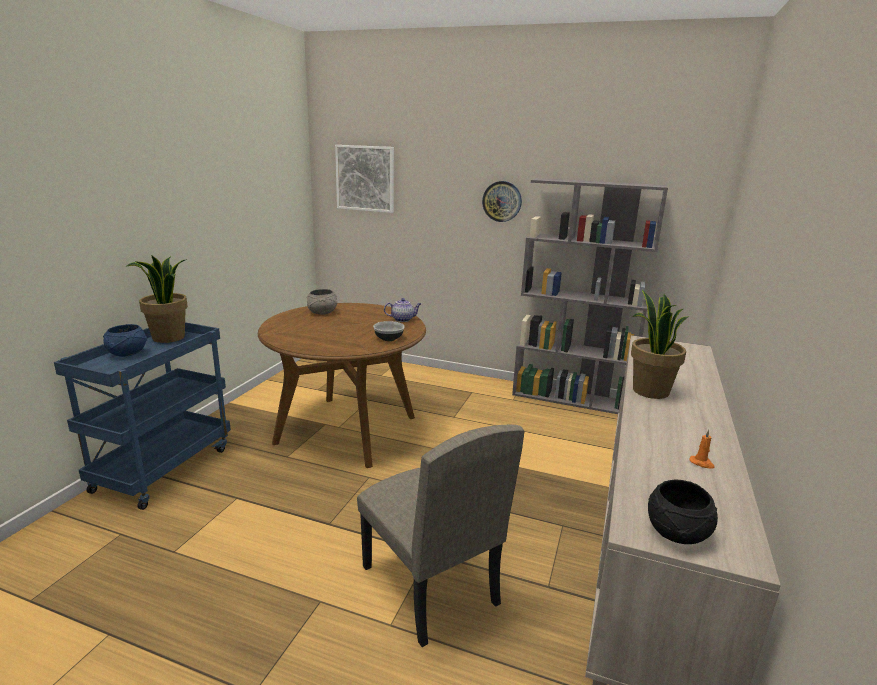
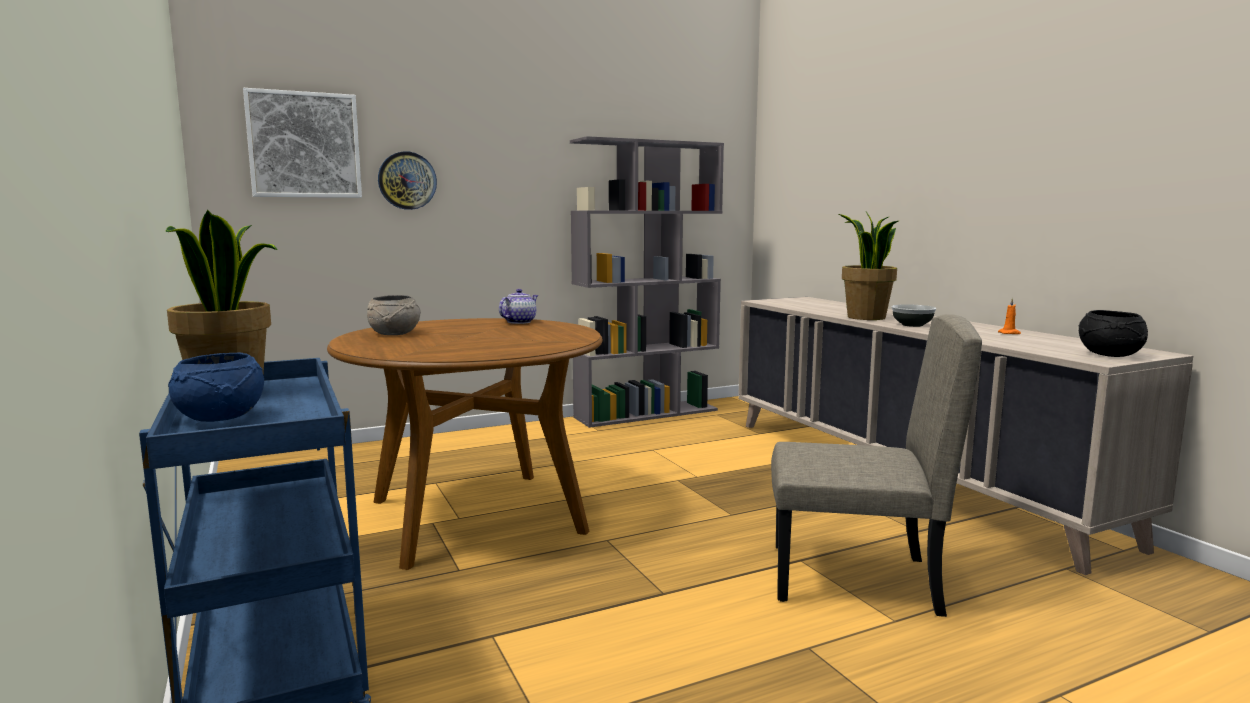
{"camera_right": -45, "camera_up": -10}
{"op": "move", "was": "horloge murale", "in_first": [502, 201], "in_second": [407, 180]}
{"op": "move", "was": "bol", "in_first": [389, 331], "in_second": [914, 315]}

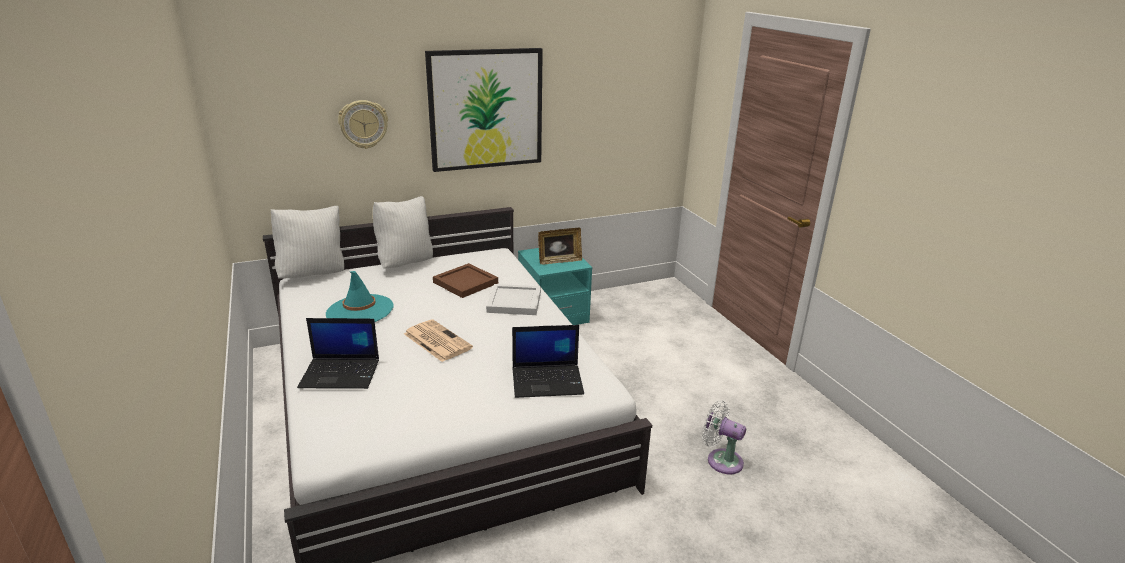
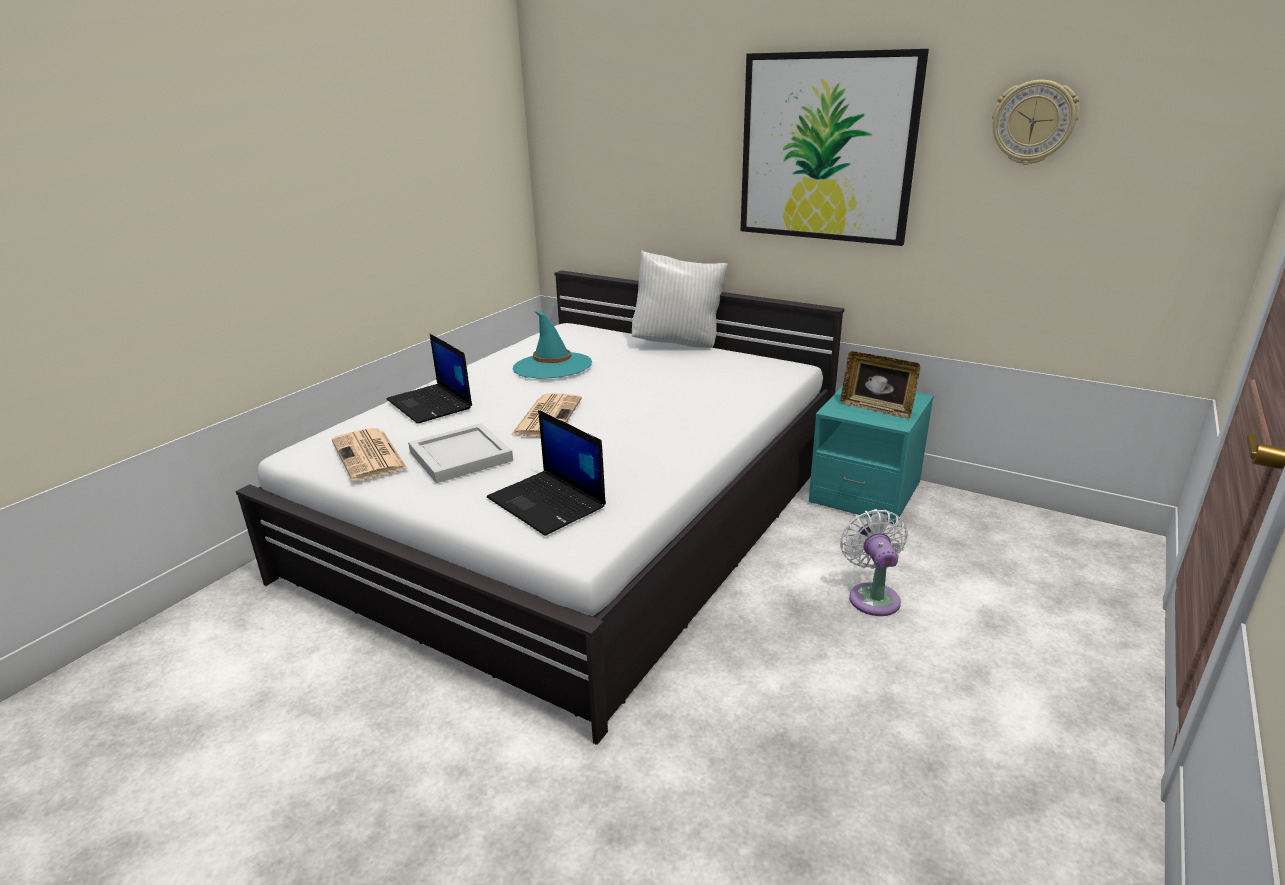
{"camera_right": 55, "camera_up": 0}
{"op": "move", "was": "horloge murale", "in_first": [363, 124], "in_second": [1036, 122]}
{"op": "delete", "was": "coussin [blanc]", "in_first": [307, 242]}
{"op": "delete", "was": "plateau [marron]", "in_first": [465, 280]}
{"op": "move", "was": "plateau [blanc]", "in_first": [513, 299], "in_second": [460, 453]}
{"op": "move", "was": "ventilateur [blanc]", "in_first": [724, 437], "in_second": [874, 562]}
{"op": "insert", "now": "journal", "in_second": [370, 454]}

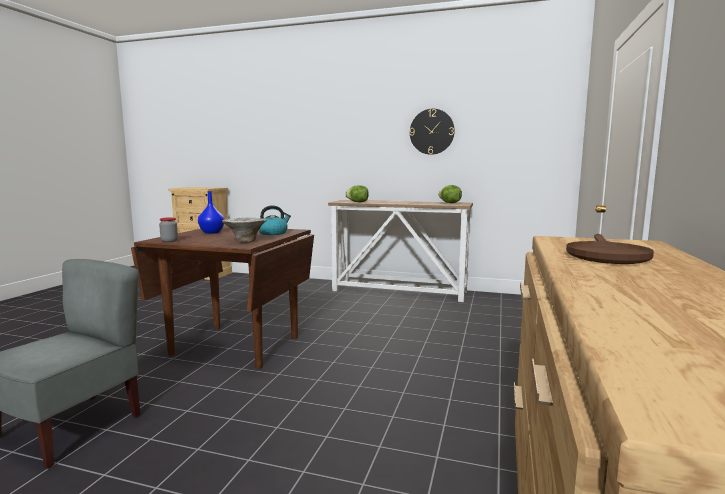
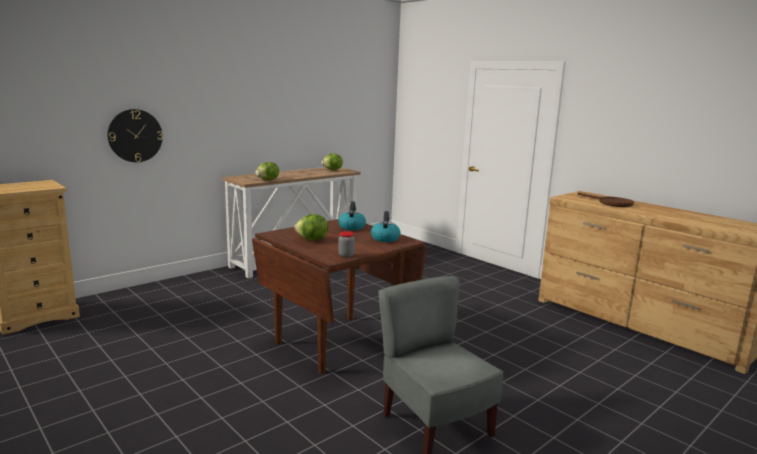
{"camera_right": -60, "camera_up": 5}
{"op": "move", "was": "horloge murale", "in_first": [432, 132], "in_second": [135, 135]}
{"op": "replace", "was": "vase [bleu]", "now": "laitue", "in_first": [211, 212], "in_second": [311, 227]}
{"op": "replace", "was": "bol", "now": "bouilloire", "in_first": [244, 230], "in_second": [385, 226]}

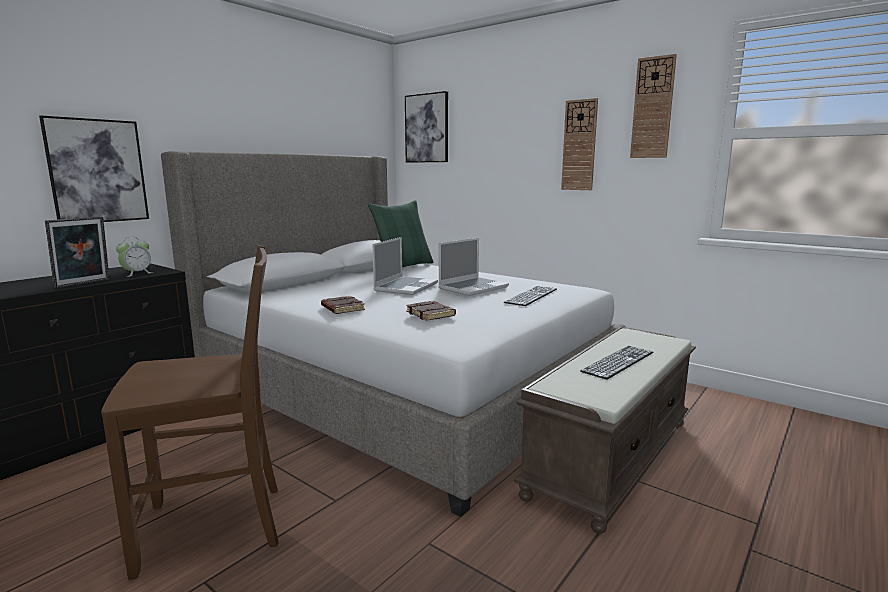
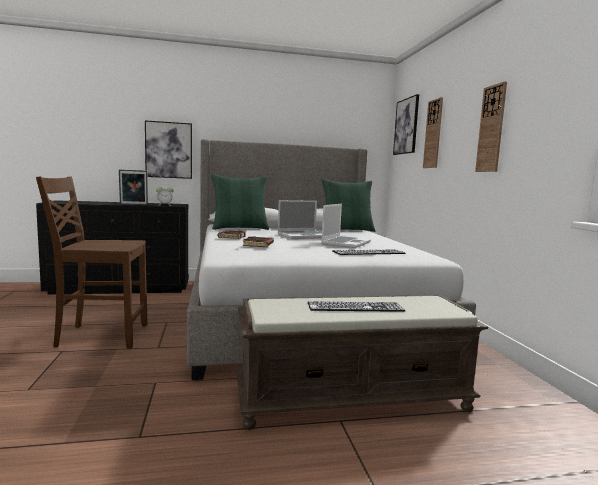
{"camera_right": 40, "camera_up": -5}
{"op": "move", "was": "horloge murale", "in_first": [653, 106], "in_second": [433, 132]}
{"op": "rotate", "was": "ordinateur portable", "in_first": [473, 267], "in_second": [346, 226], "clockwise": -60}
{"op": "rotate", "was": "chaise [marron]", "in_first": [190, 413], "in_second": [91, 262], "clockwise": 150}
{"op": "insert", "now": "coussin [vert]", "in_second": [240, 202]}

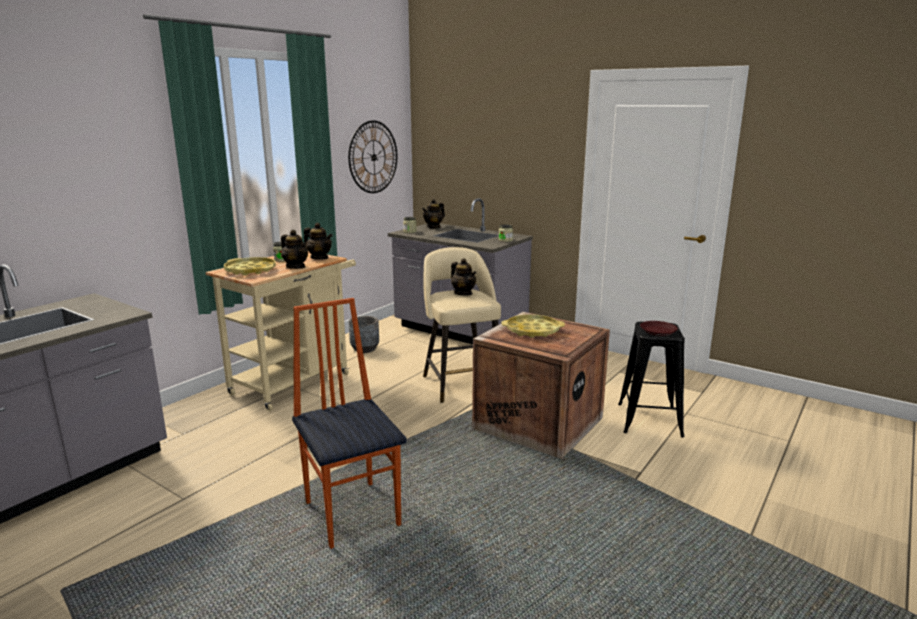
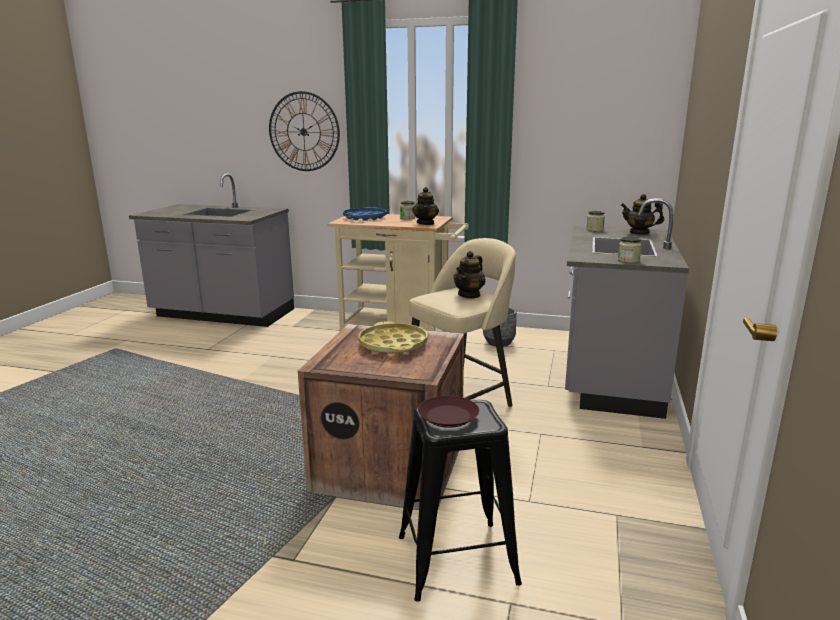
{"camera_right": 70, "camera_up": 0}
{"op": "move", "was": "horloge murale", "in_first": [372, 156], "in_second": [304, 131]}
{"op": "delete", "was": "théière", "in_first": [294, 249]}
{"op": "recolor", "was": "plateau [jaune]", "now": "plateau [bleu]", "in_first": [250, 266], "in_second": [365, 214]}
{"op": "delete", "was": "chaise", "in_first": [349, 423]}

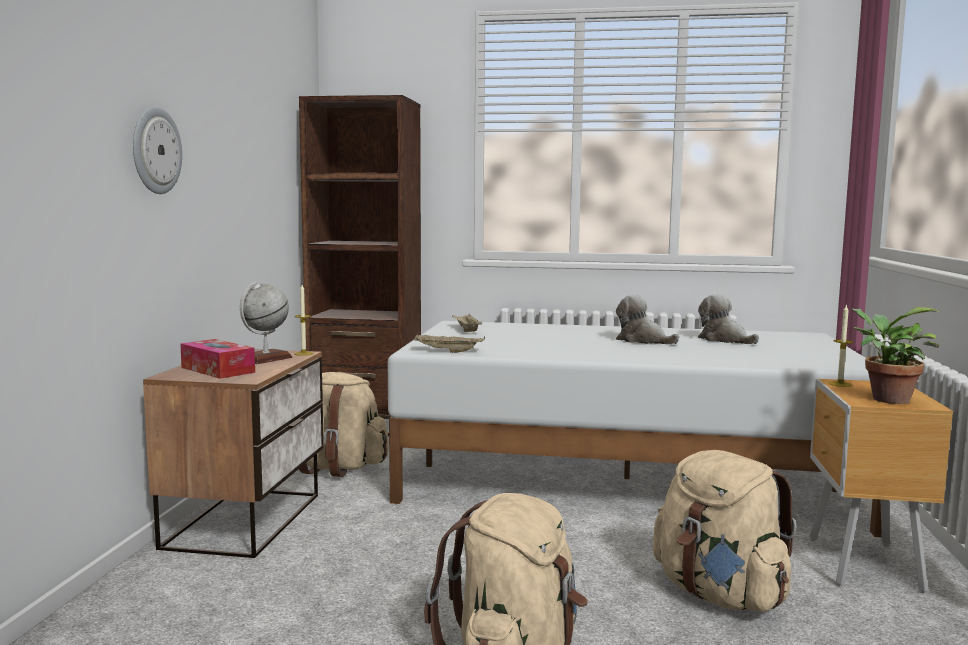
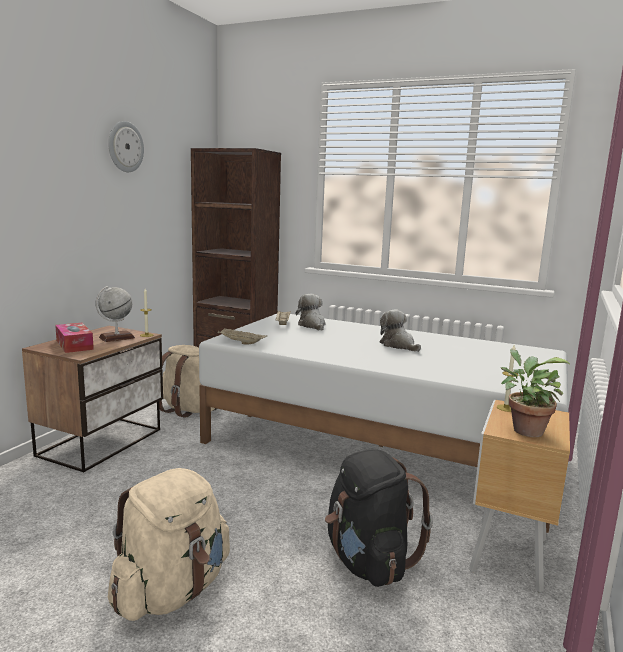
{"camera_right": 15, "camera_up": 5}
{"op": "move", "was": "horloge murale", "in_first": [157, 150], "in_second": [126, 146]}
{"op": "move", "was": "peluche", "in_first": [728, 319], "in_second": [310, 312]}
{"op": "recolor", "was": "sac à dos [beige]", "now": "sac à dos [noir]", "in_first": [725, 531], "in_second": [379, 518]}

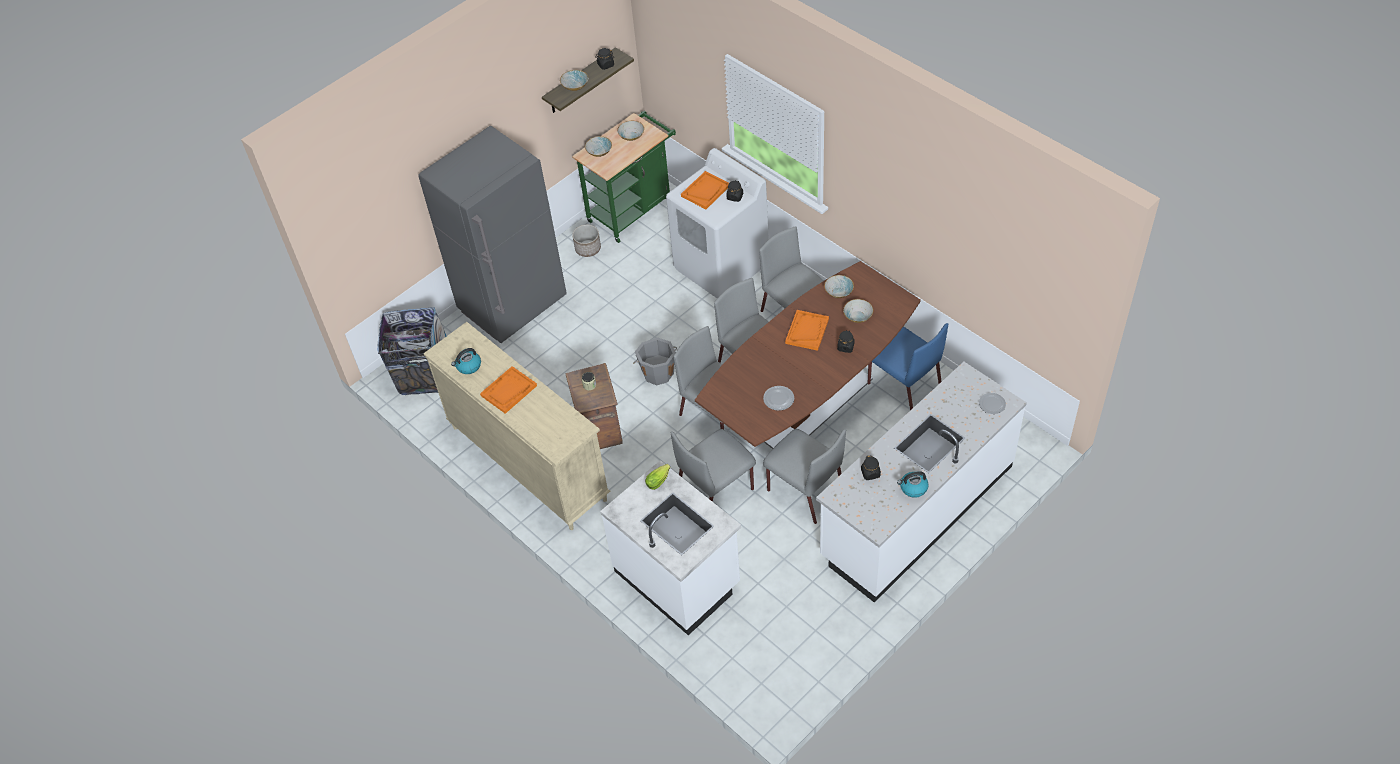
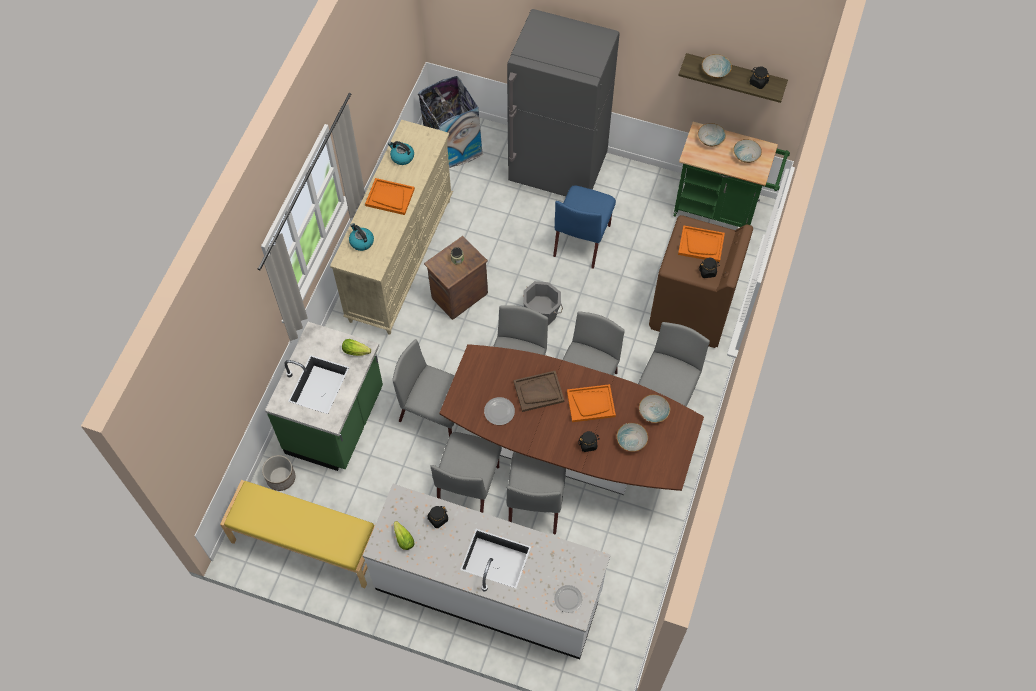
{"camera_right": 60, "camera_up": 10}
{"op": "recolor", "was": "lave-linge [blanc]", "now": "lave-linge [marron]", "in_first": [717, 223], "in_second": [701, 281]}
{"op": "move", "was": "cache-pot", "in_first": [586, 241], "in_second": [278, 473]}
{"op": "move", "was": "chaise [bleu]", "in_first": [908, 366], "in_second": [584, 227]}
{"op": "recolor", "was": "comptoir de cuisine [blanc]", "now": "comptoir de cuisine [vert]", "in_first": [670, 547], "in_second": [324, 396]}
{"op": "move", "was": "bouilloire", "in_first": [913, 484], "in_second": [361, 237]}
{"op": "insert", "now": "plateau [marron]", "in_second": [539, 391]}
{"op": "insert", "now": "chaise [gris]", "in_second": [536, 493]}
{"op": "insert", "now": "banc [jaune]", "in_second": [298, 534]}
{"op": "insert", "now": "laitue", "in_second": [404, 535]}

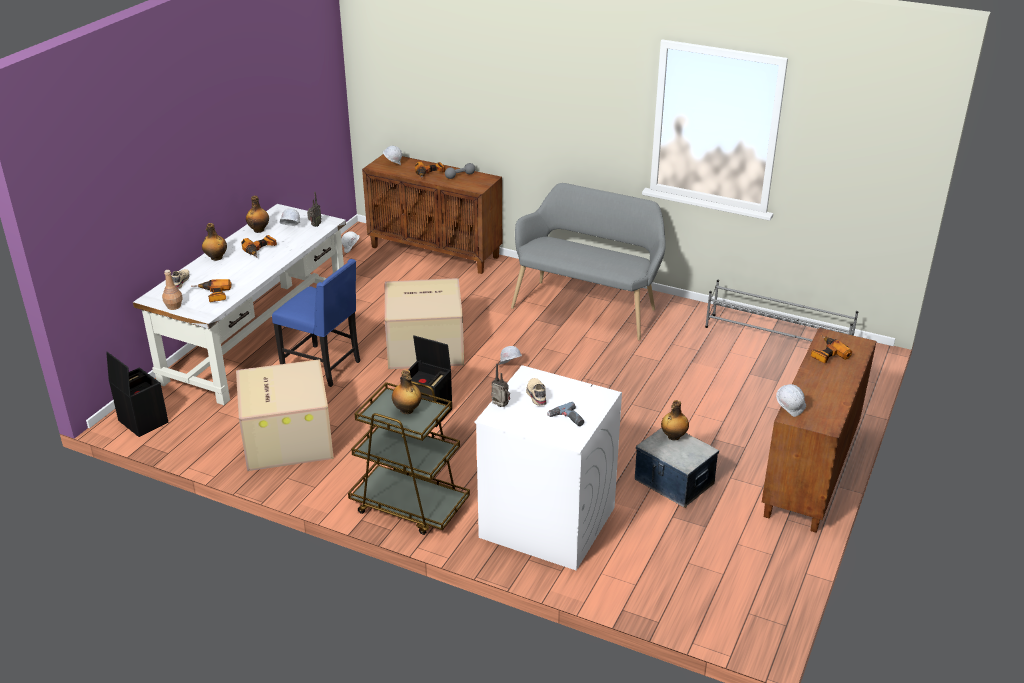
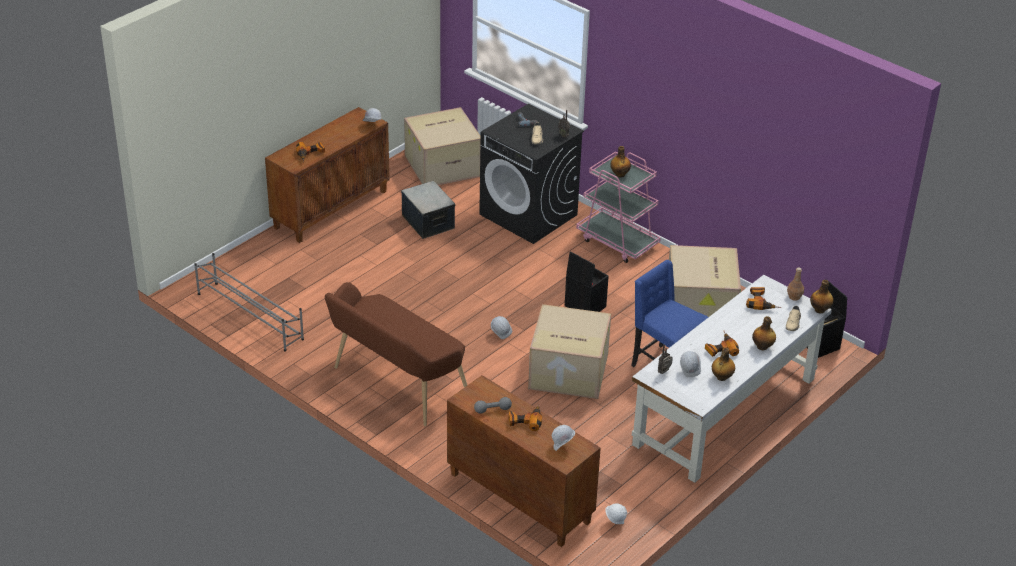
{"camera_right": -165, "camera_up": 5}
{"op": "recolor", "was": "banc [gris]", "now": "banc [marron]", "in_first": [588, 261], "in_second": [396, 354]}
{"op": "recolor", "was": "lave-linge [blanc]", "now": "lave-linge [noir]", "in_first": [548, 468], "in_second": [531, 174]}
{"op": "recolor", "was": "chariot [marron]", "now": "chariot [rose]", "in_first": [409, 458], "in_second": [618, 207]}
{"op": "move", "was": "bouteille", "in_first": [675, 420], "in_second": [821, 297]}
{"op": "insert", "now": "carton", "in_second": [442, 146]}

